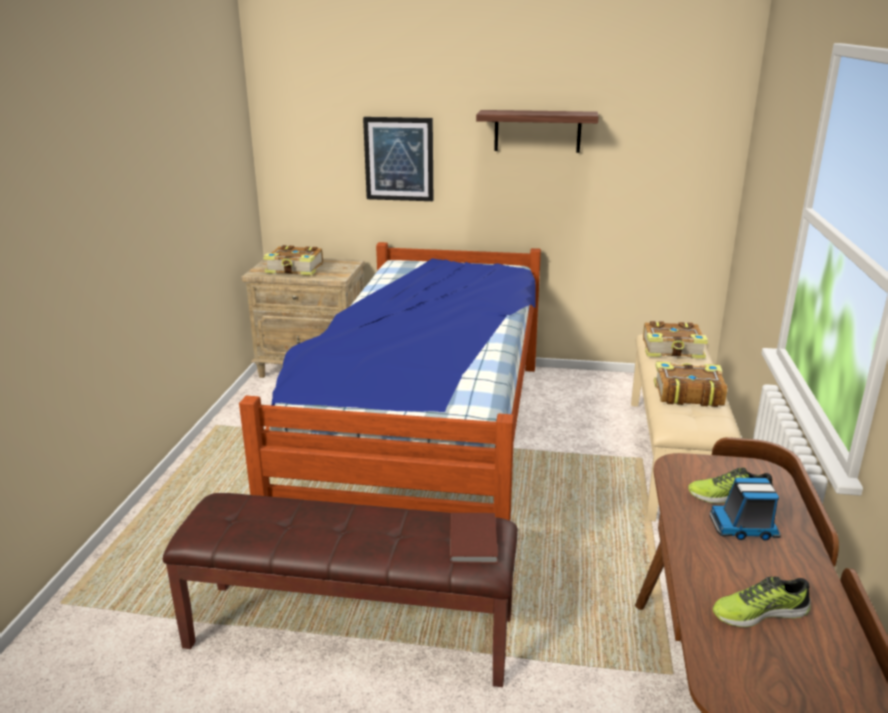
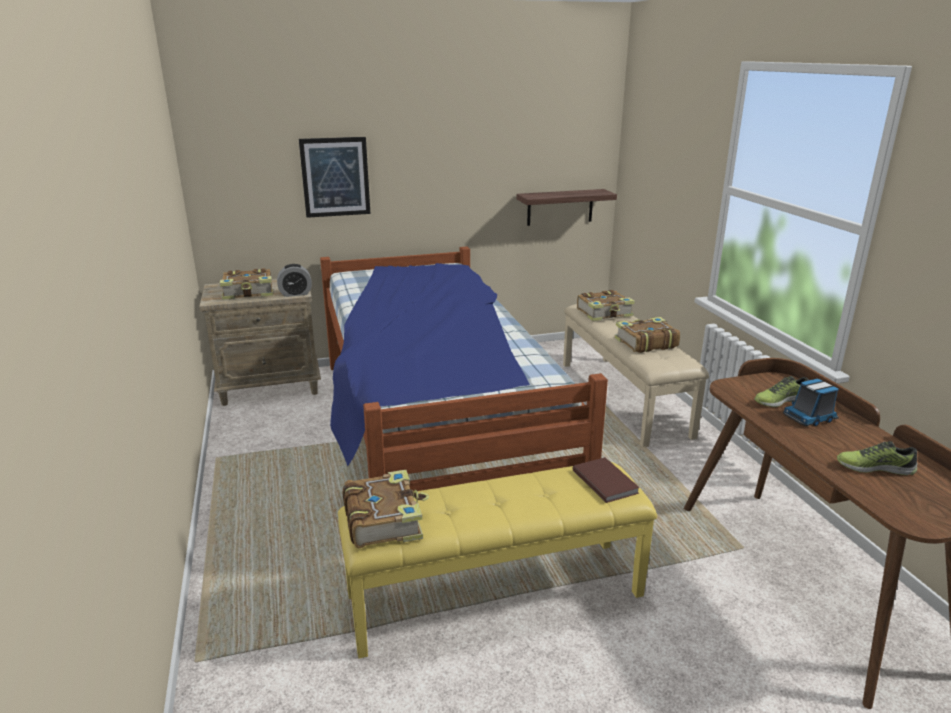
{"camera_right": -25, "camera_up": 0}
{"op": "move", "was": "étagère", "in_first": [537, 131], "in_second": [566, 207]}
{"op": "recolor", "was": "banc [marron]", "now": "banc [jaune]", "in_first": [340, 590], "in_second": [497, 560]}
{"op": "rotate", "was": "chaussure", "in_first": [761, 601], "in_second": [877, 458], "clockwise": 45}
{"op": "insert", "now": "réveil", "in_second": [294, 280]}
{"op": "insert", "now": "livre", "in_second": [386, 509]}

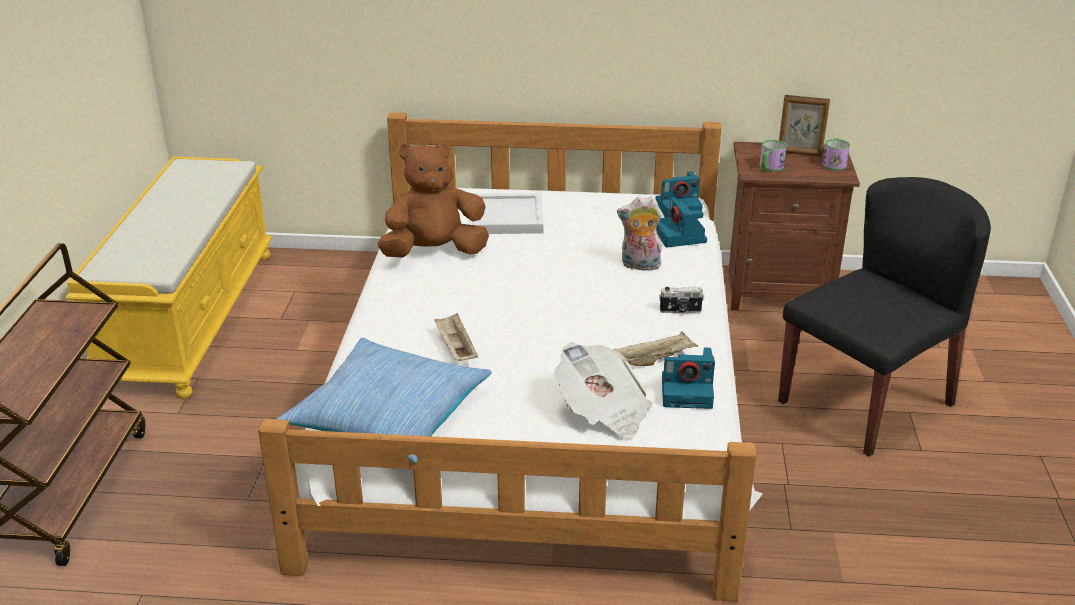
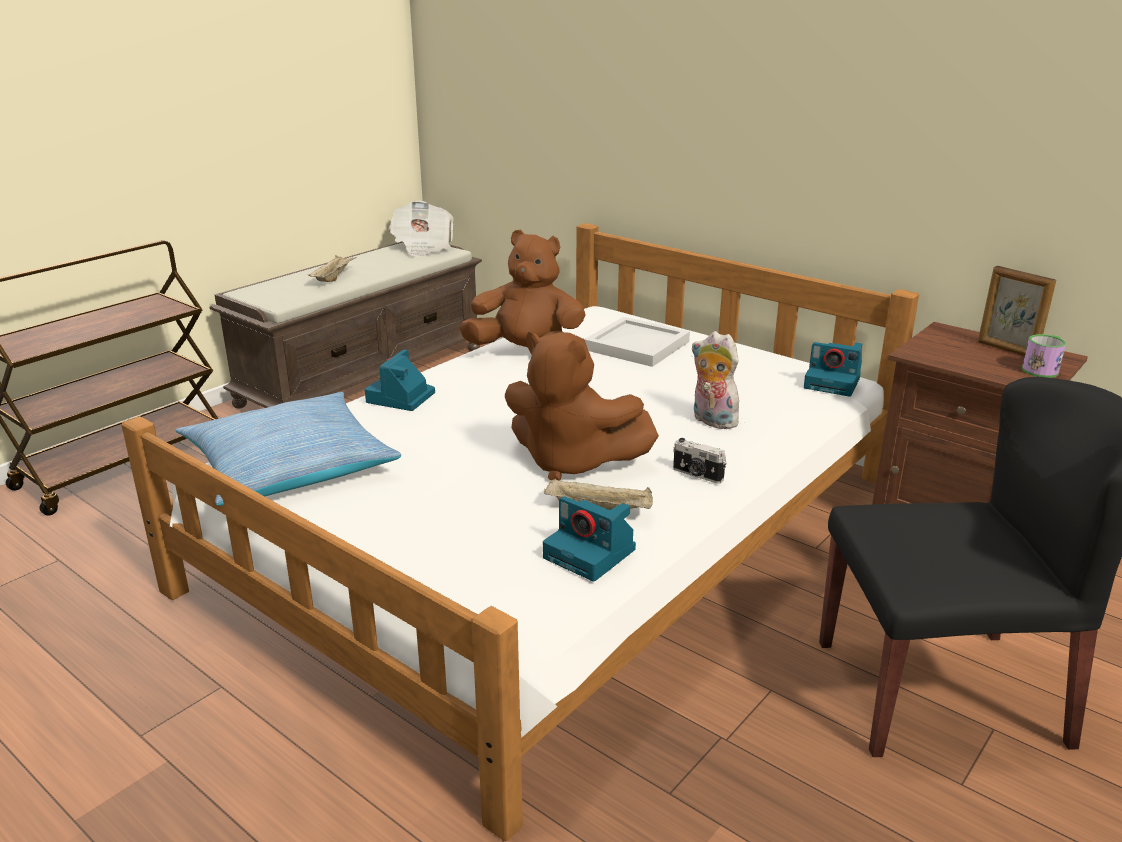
{"camera_right": 35, "camera_up": -5}
{"op": "delete", "was": "mug", "in_first": [773, 156]}
{"op": "recolor", "was": "banc [jaune]", "now": "banc [marron]", "in_first": [168, 278], "in_second": [345, 325]}
{"op": "move", "was": "appareil photo", "in_first": [681, 222], "in_second": [400, 380]}
{"op": "move", "was": "plateau [beige]", "in_first": [456, 337], "in_second": [332, 268]}
{"op": "move", "was": "journal", "in_first": [603, 391], "in_second": [421, 229]}
{"op": "insert", "now": "peluche [marron]", "in_second": [582, 406]}

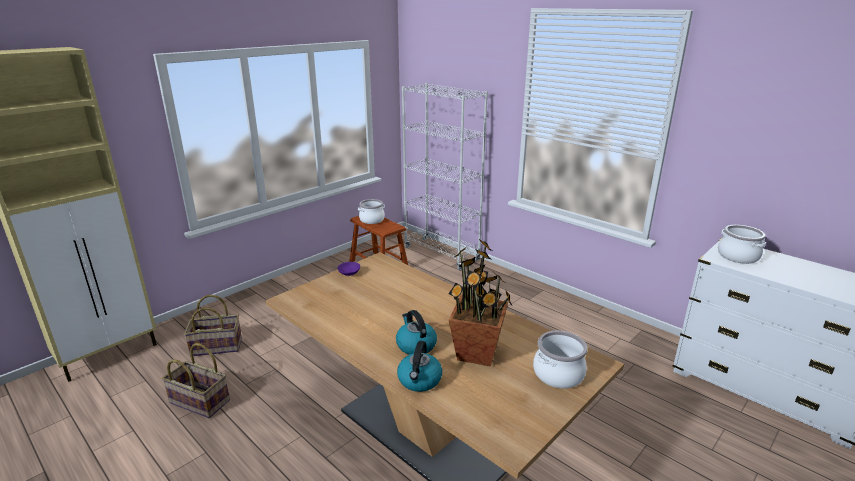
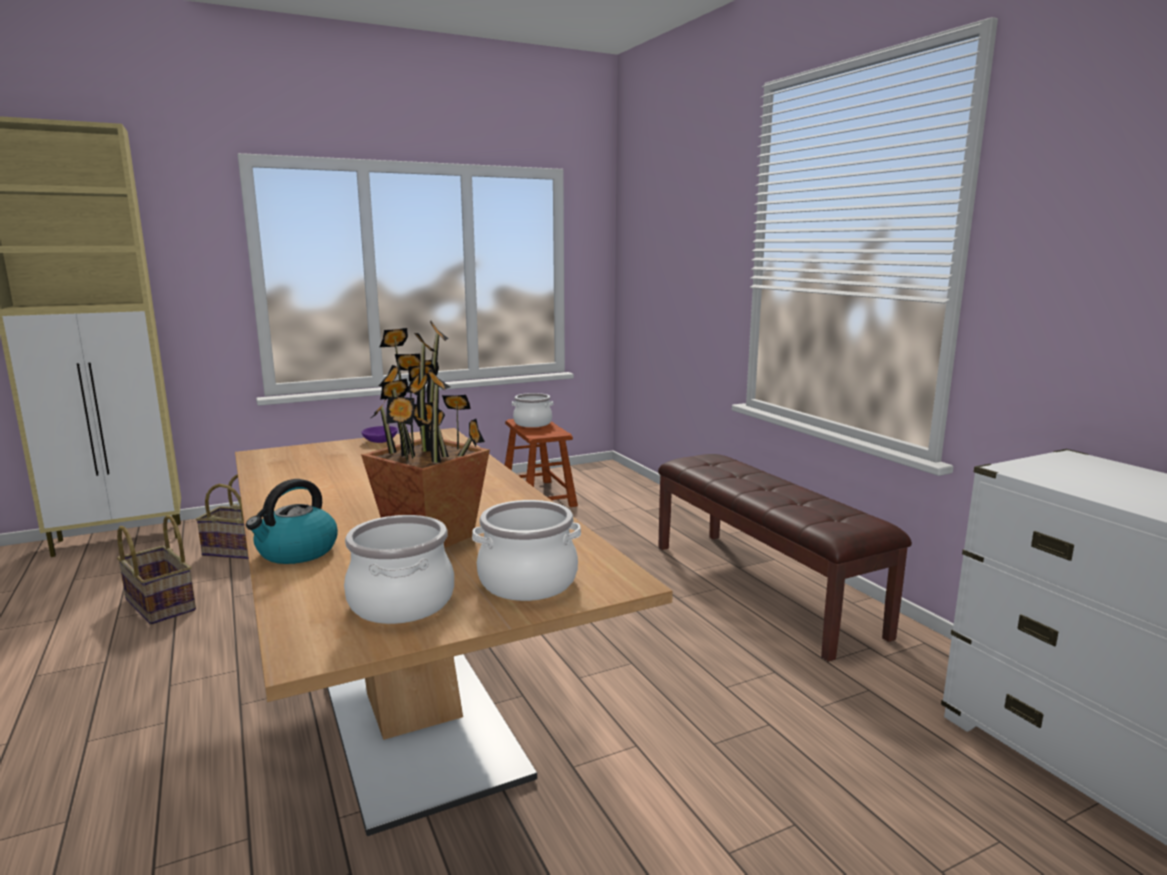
{"camera_right": 20, "camera_up": -10}
{"op": "delete", "was": "bibliothèque [blanc]", "in_first": [445, 176]}
{"op": "move", "was": "marmite", "in_first": [742, 244], "in_second": [399, 569]}
{"op": "delete", "was": "bouilloire", "in_first": [416, 332]}
{"op": "insert", "now": "banc [marron]", "in_second": [785, 558]}

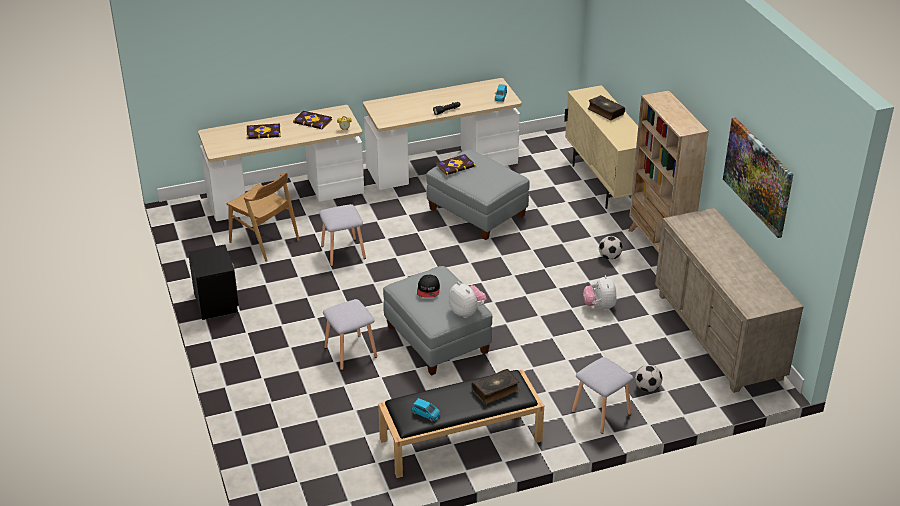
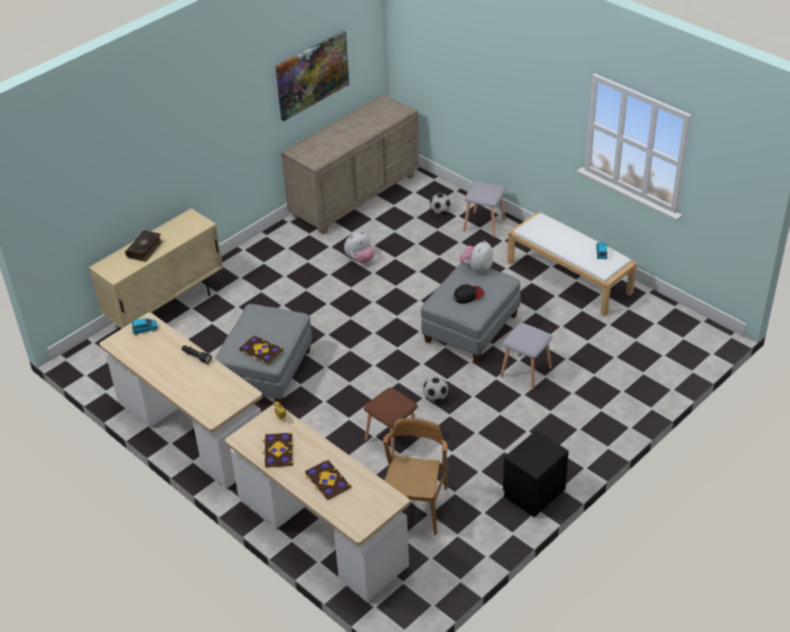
{"camera_right": -115, "camera_up": 5}
{"op": "delete", "was": "bibliothèque [beige]", "in_first": [668, 171]}
{"op": "recolor", "was": "tabouret [gris]", "now": "tabouret [marron]", "in_first": [342, 235], "in_second": [392, 422]}
{"op": "move", "was": "ballon de foot", "in_first": [611, 248], "in_second": [435, 389]}
{"op": "recolor", "was": "banc [noir]", "now": "banc [blanc]", "in_first": [461, 423], "in_second": [572, 264]}
{"op": "delete", "was": "livre", "in_first": [495, 387]}

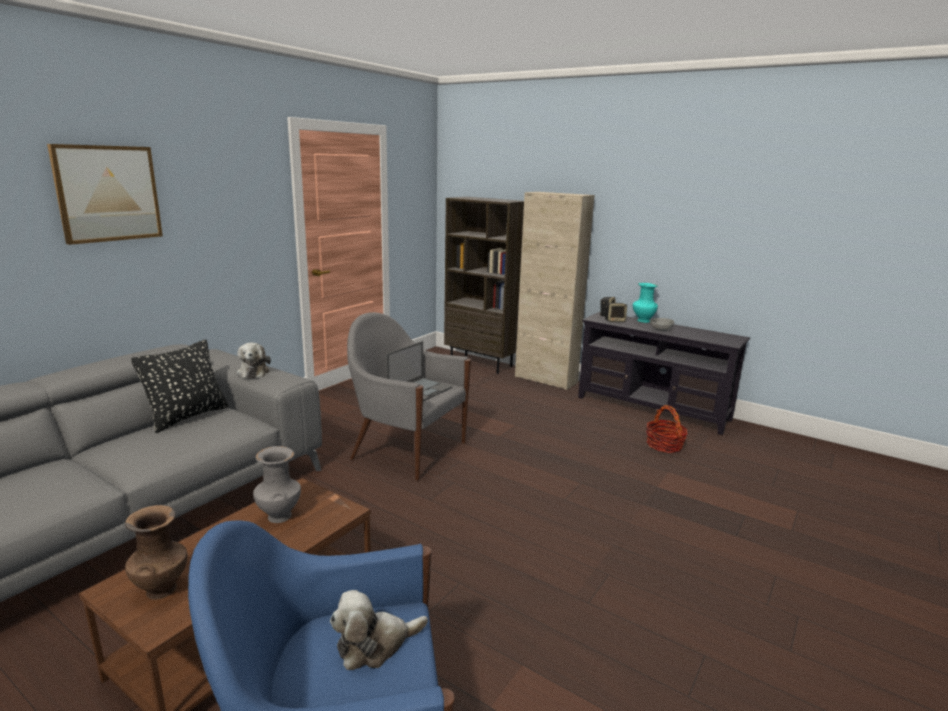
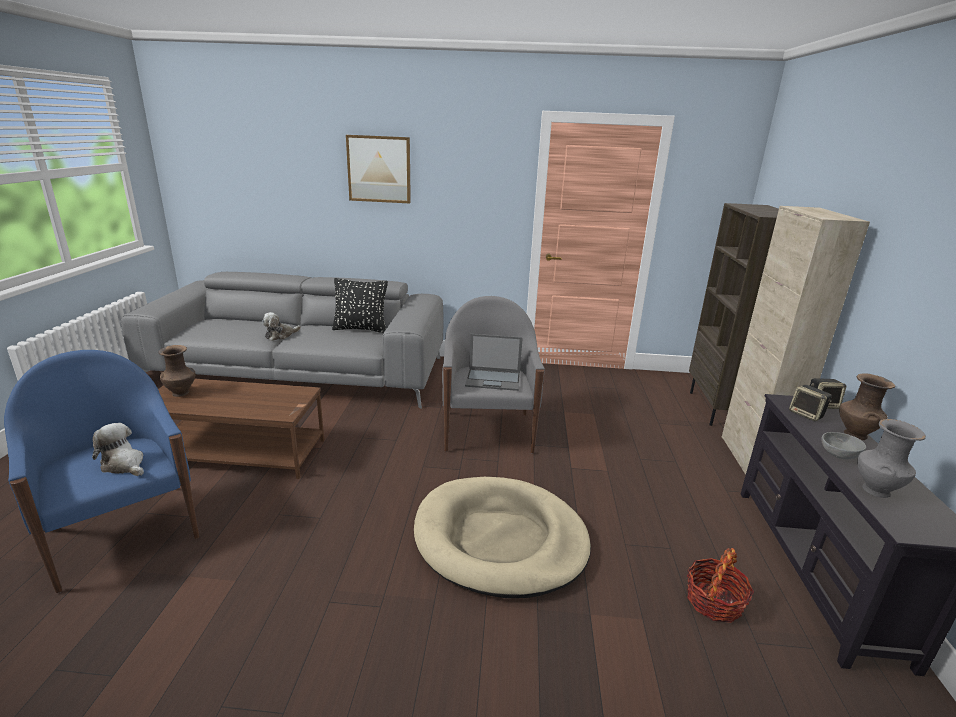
{"camera_right": 60, "camera_up": 5}
{"op": "recolor", "was": "vase [turquoise]", "now": "vase [marron]", "in_first": [645, 303], "in_second": [867, 406]}
{"op": "move", "was": "peluche", "in_first": [254, 360], "in_second": [281, 326]}
{"op": "move", "was": "vase [gris]", "in_first": [277, 484], "in_second": [891, 458]}
{"op": "insert", "now": "panier pour chien [beige]", "in_second": [502, 537]}

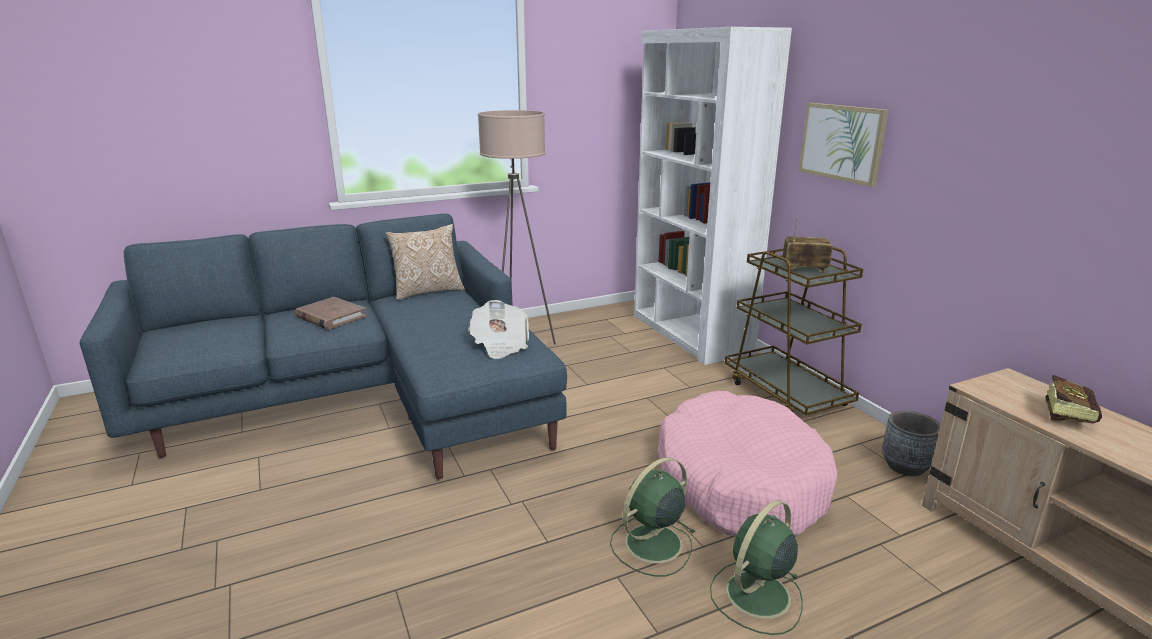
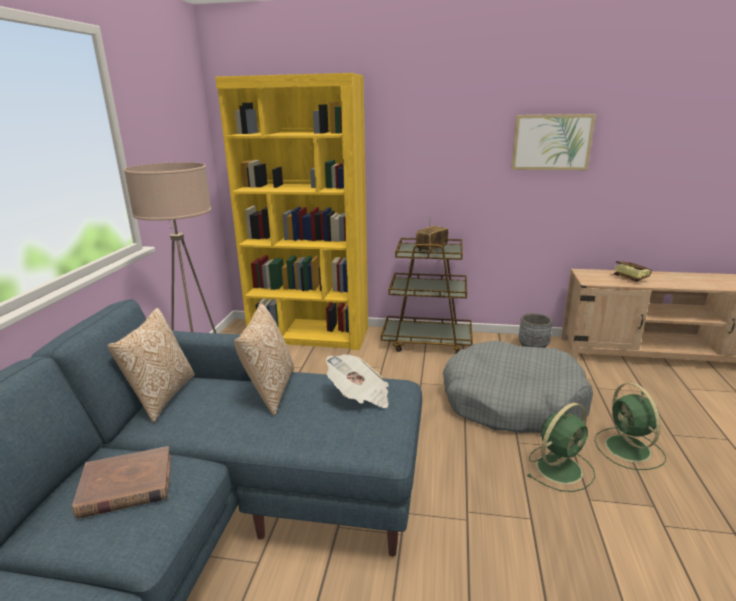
{"camera_right": -55, "camera_up": 0}
{"op": "recolor", "was": "bibliothèque [blanc]", "now": "bibliothèque [jaune]", "in_first": [713, 196], "in_second": [291, 211]}
{"op": "move", "was": "tableau", "in_first": [844, 145], "in_second": [553, 142]}
{"op": "recolor", "was": "panier pour chien [rose]", "now": "panier pour chien [gris]", "in_first": [748, 464], "in_second": [518, 387]}
{"op": "rotate", "was": "ventilateur [vert]", "in_first": [652, 517], "in_second": [561, 447], "clockwise": -120}
{"op": "insert", "now": "coussin", "in_second": [264, 359]}

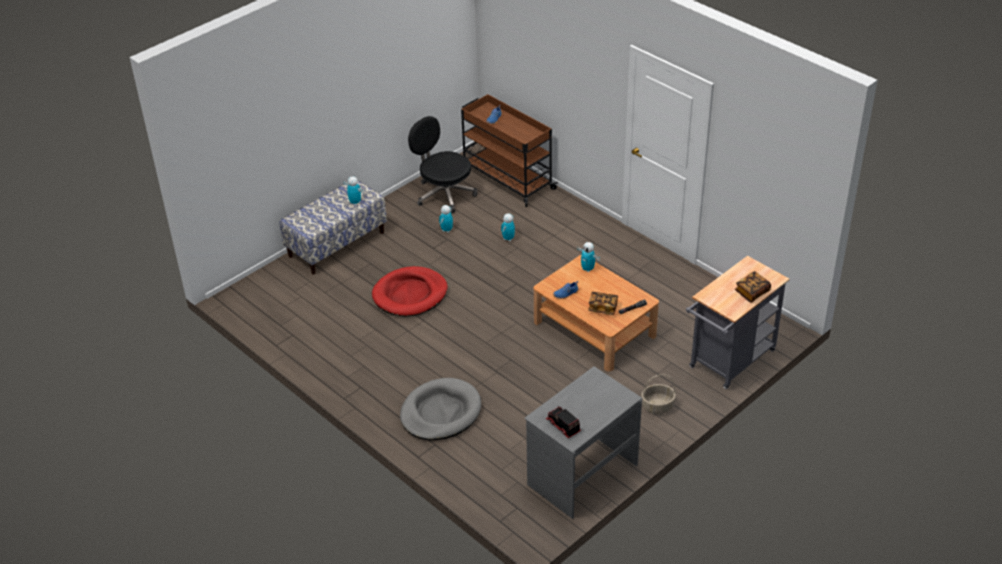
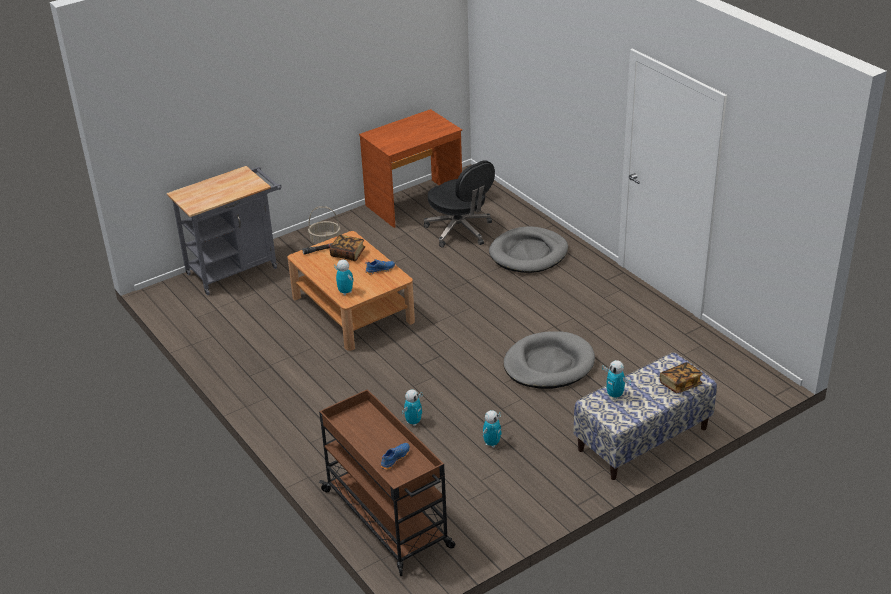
{"camera_right": -170, "camera_up": -5}
{"op": "move", "was": "chaise de bureau [noir]", "in_first": [443, 164], "in_second": [459, 204]}
{"op": "recolor", "was": "panier pour chien [rouge]", "now": "panier pour chien [gris]", "in_first": [410, 291], "in_second": [549, 360]}
{"op": "move", "was": "livre", "in_first": [753, 287], "in_second": [681, 377]}
{"op": "recolor", "was": "bureau [gris]", "now": "bureau [marron]", "in_first": [583, 442], "in_second": [410, 168]}
{"op": "delete", "was": "camion jouet", "in_first": [563, 422]}

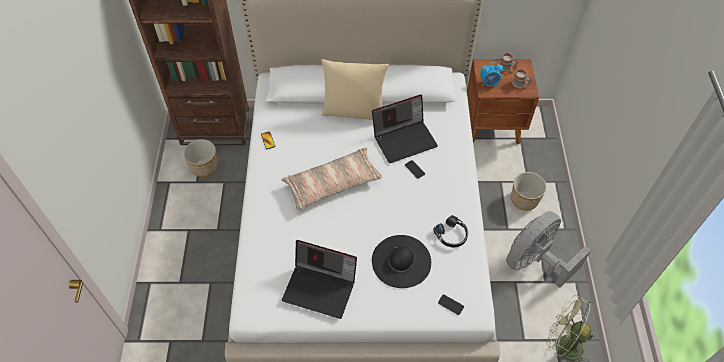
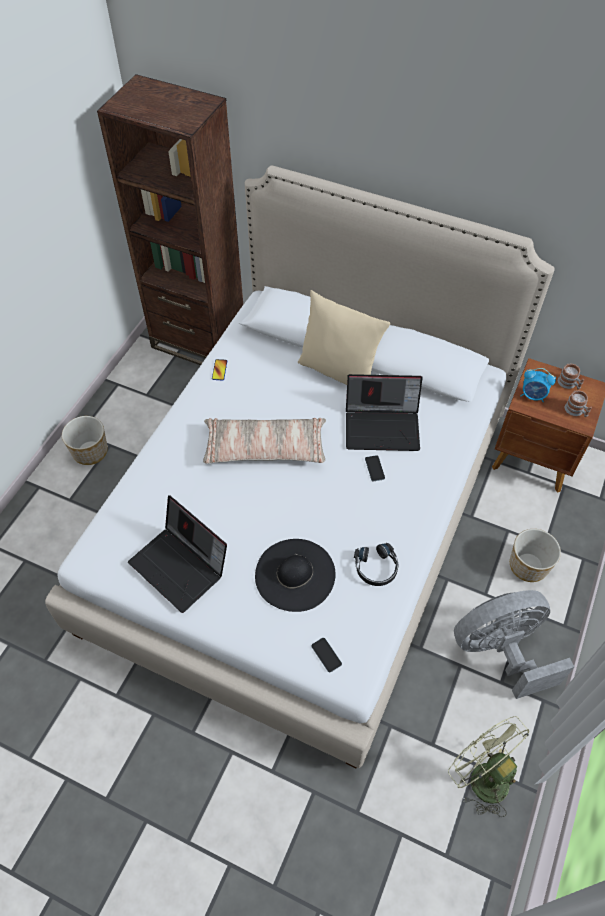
{"camera_right": 25, "camera_up": 0}
{"op": "move", "was": "cache-pot", "in_first": [201, 158], "in_second": [85, 440]}

